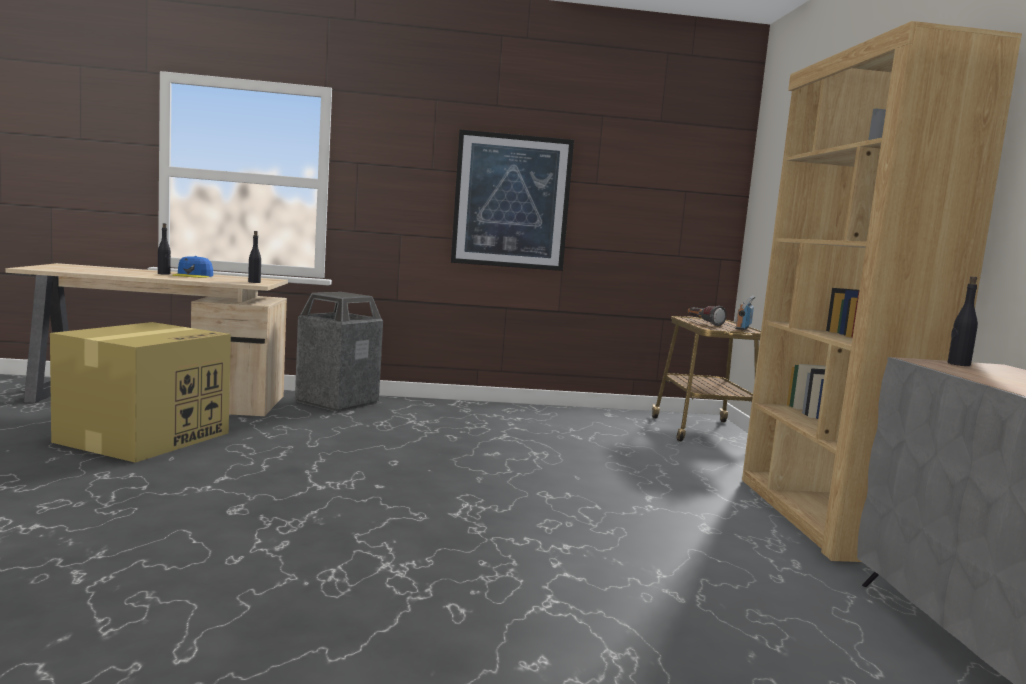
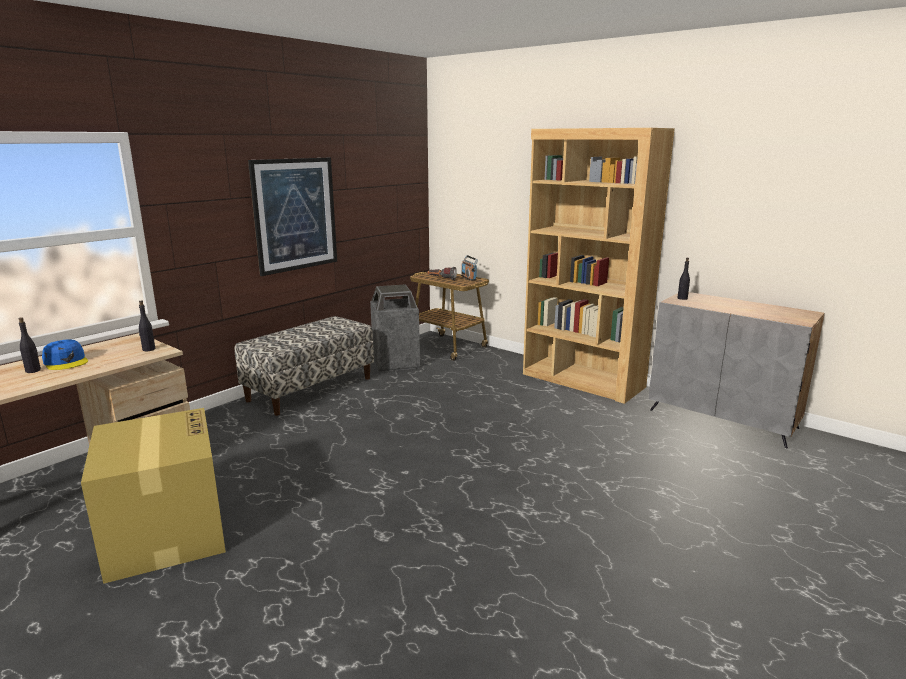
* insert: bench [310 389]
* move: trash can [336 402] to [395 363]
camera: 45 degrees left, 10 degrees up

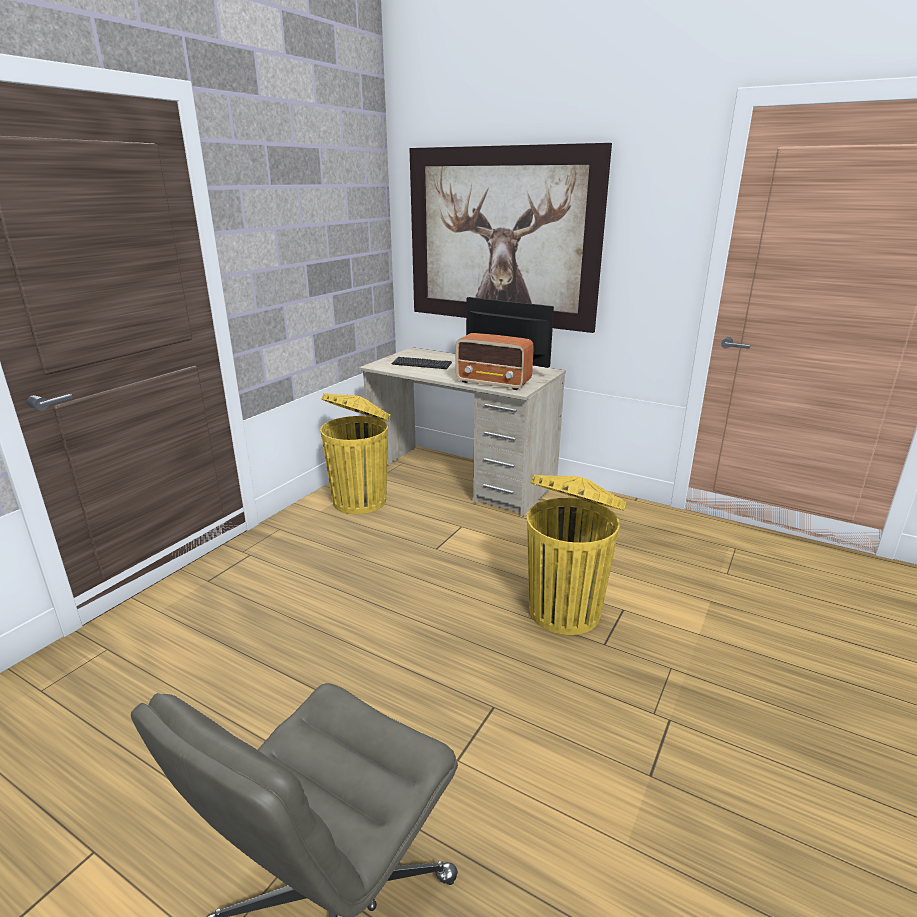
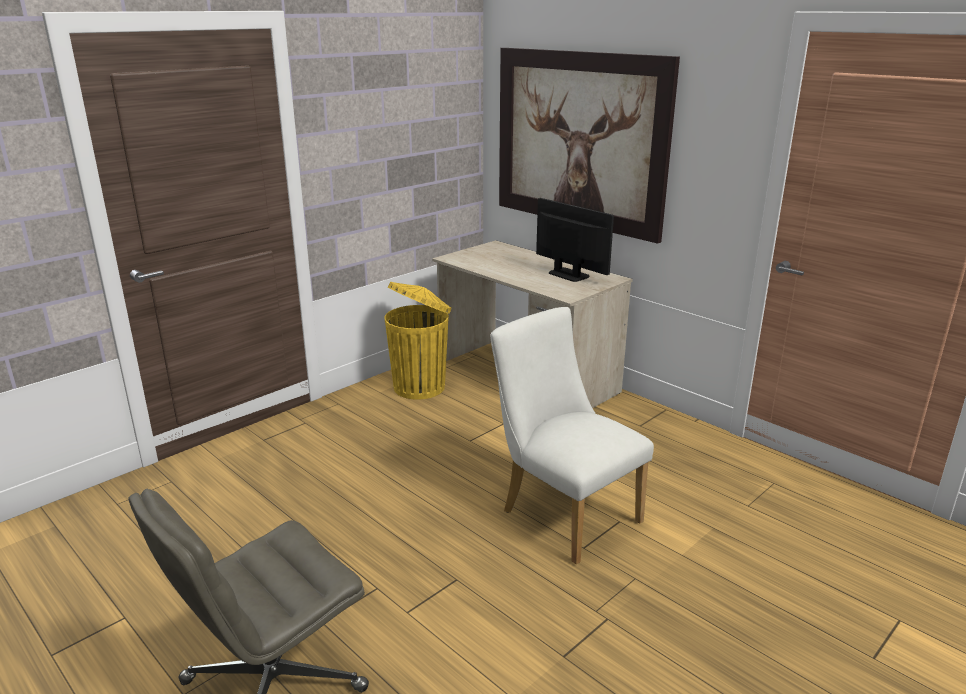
* replace: yellow trash can [565 610] to white chair [563 512]
* delete: keyboard [421 364]
* delete: radio [494 383]
camera: 15 degrees right, 0 degrees up

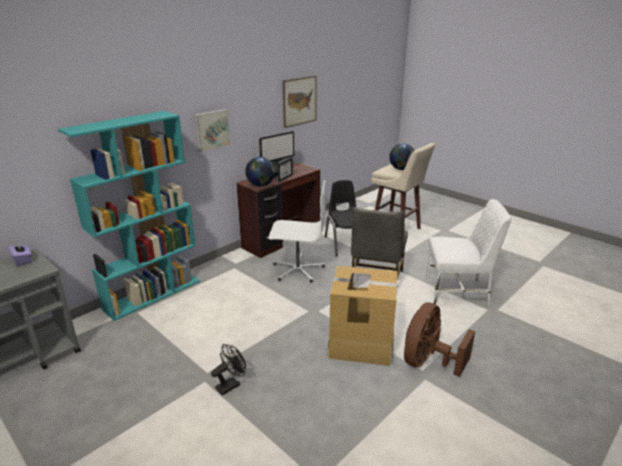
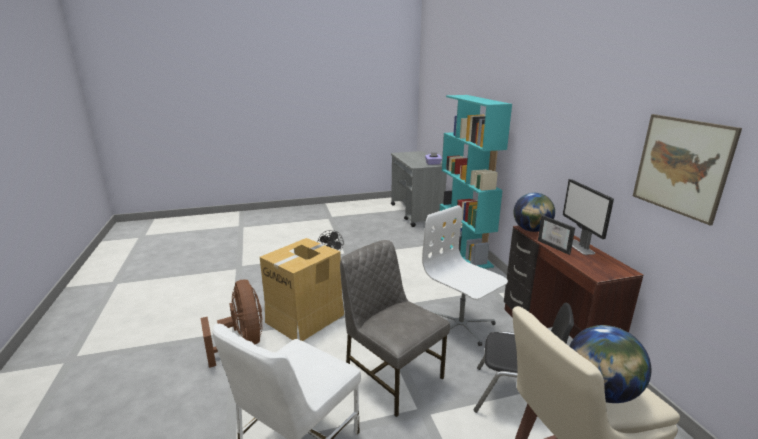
* rotate: white office chair [297 270] = [460 326] 105 degrees clockwise
* delete: picture [211 130]
camera: 120 degrees right, 5 degrees down

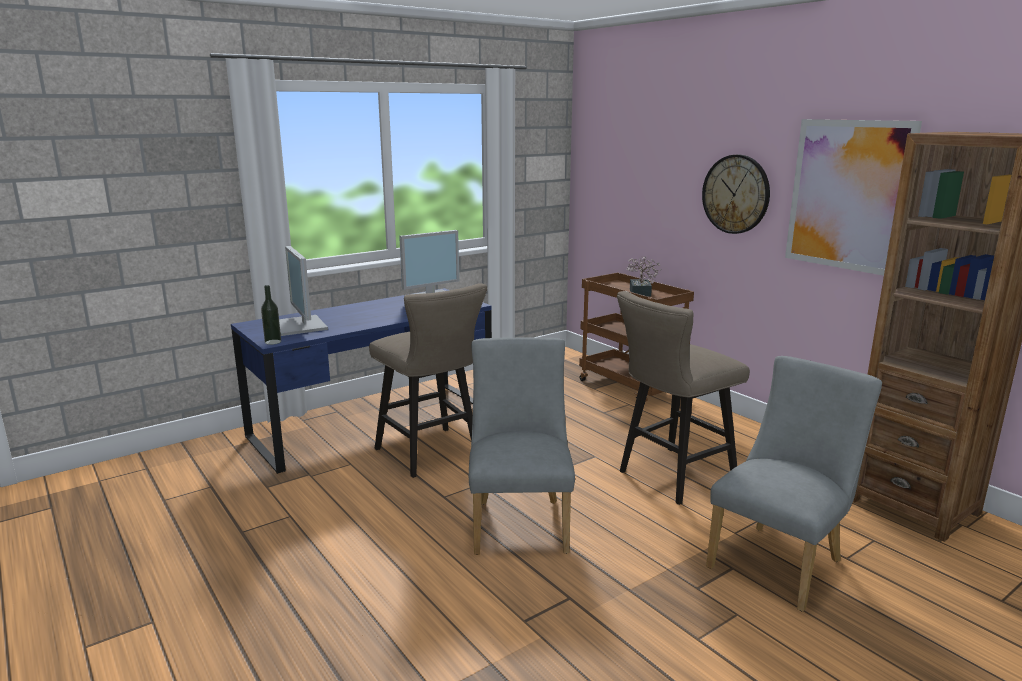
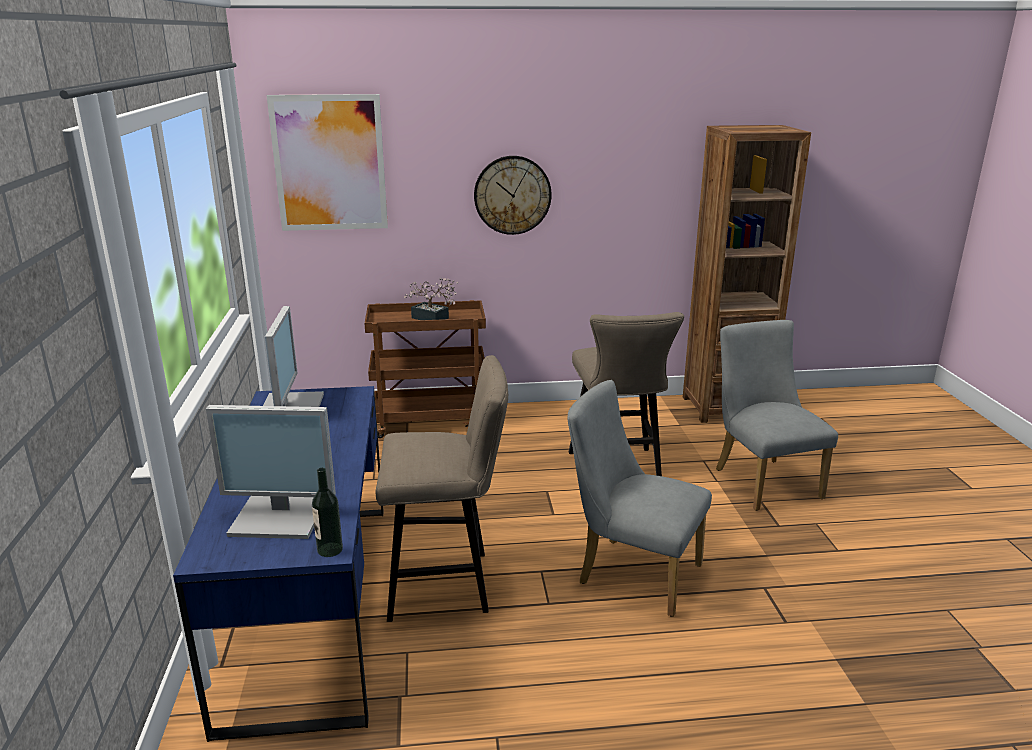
* move: picture [848 195] to [329 163]
camera: 60 degrees left, 5 degrees up

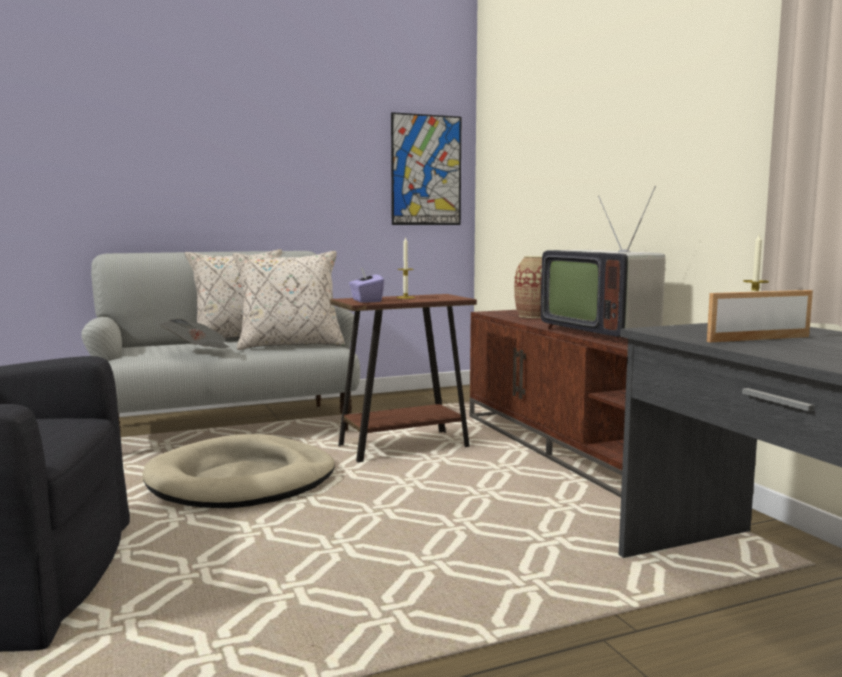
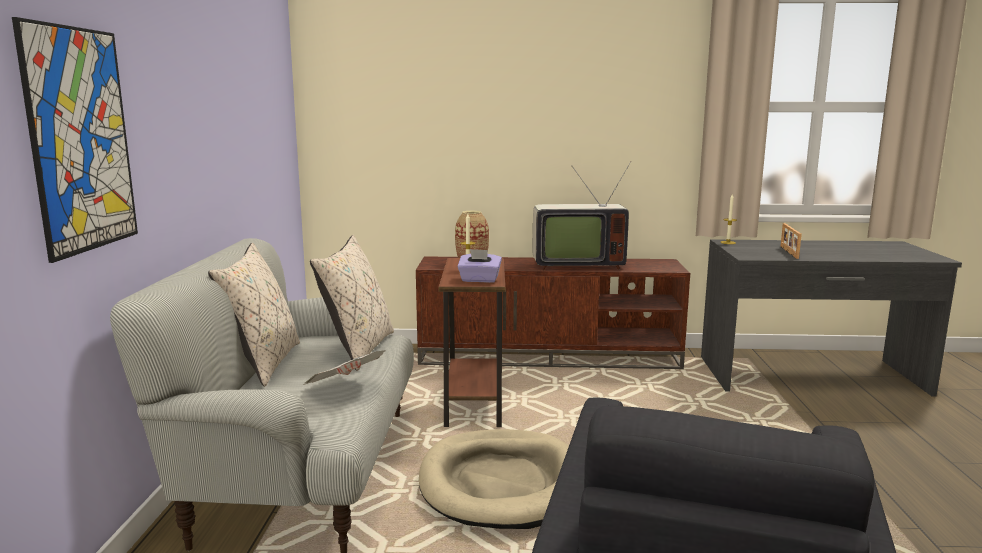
* move: picture [426 170] to [81 140]
camera: 65 degrees left, 5 degrees up

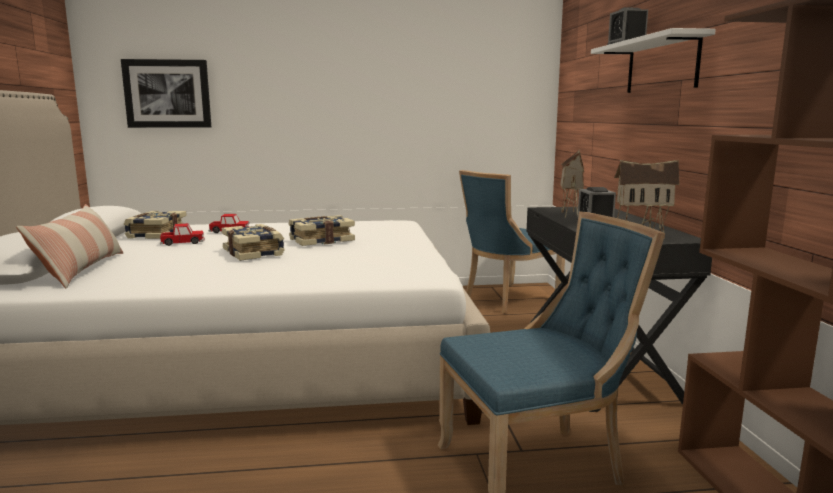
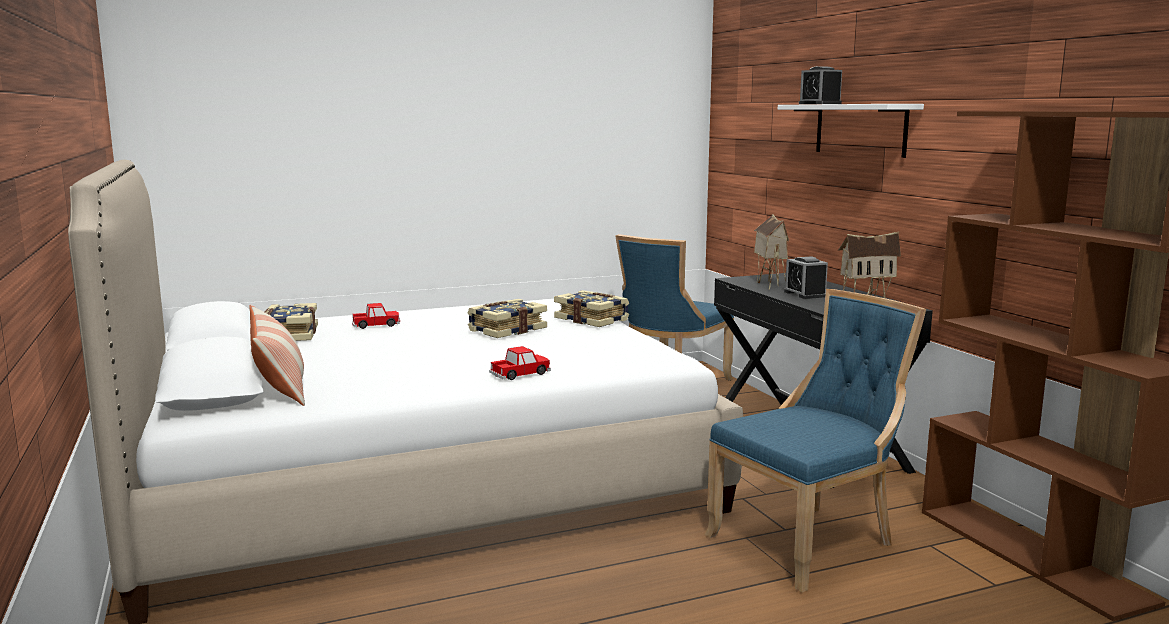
* move: toy car [183 242] to [520 374]
* move: book [254 253] to [592 319]
* delete: picture [167 94]
camera: 15 degrees left, 0 degrees up

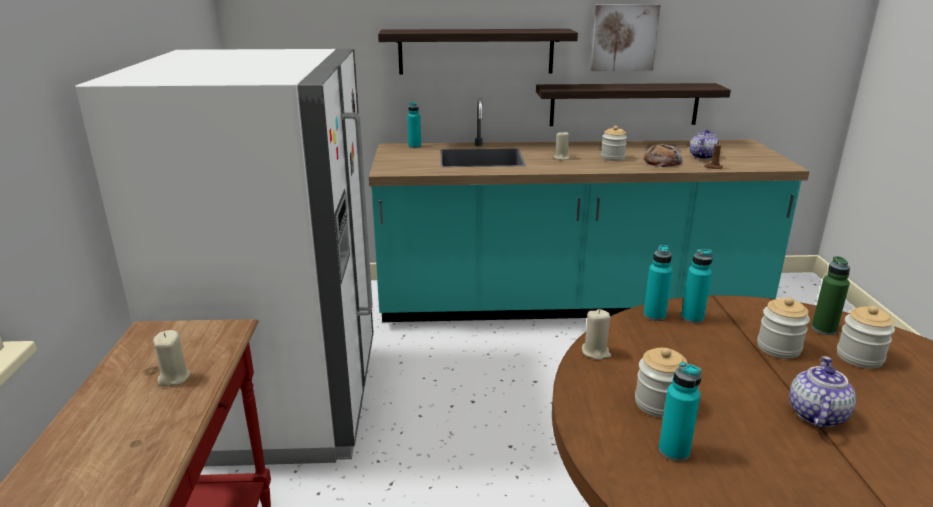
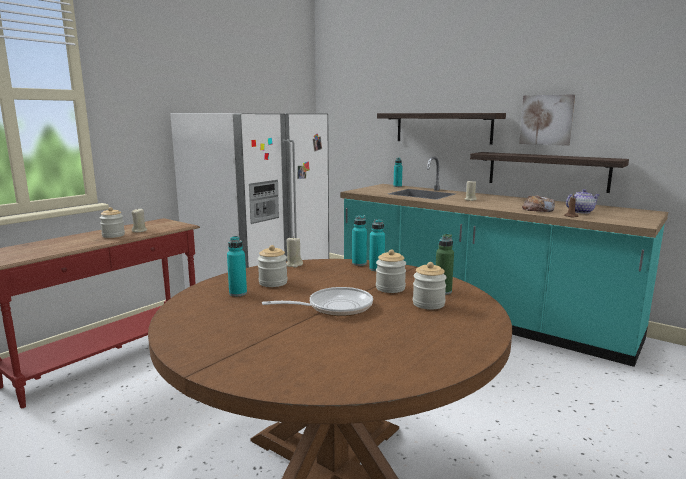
* move: jar [612 158] to [113 235]
* replace: teapot [815 414] to frying pan [334 307]
camera: 40 degrees right, 10 degrees down

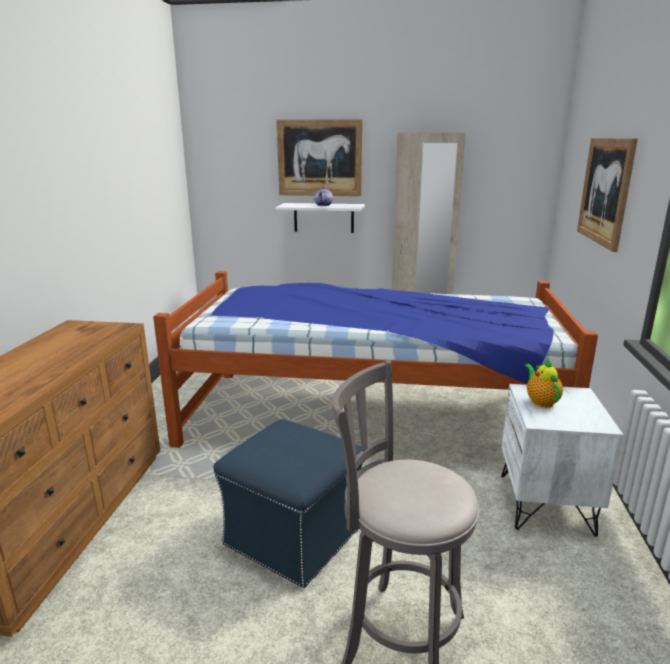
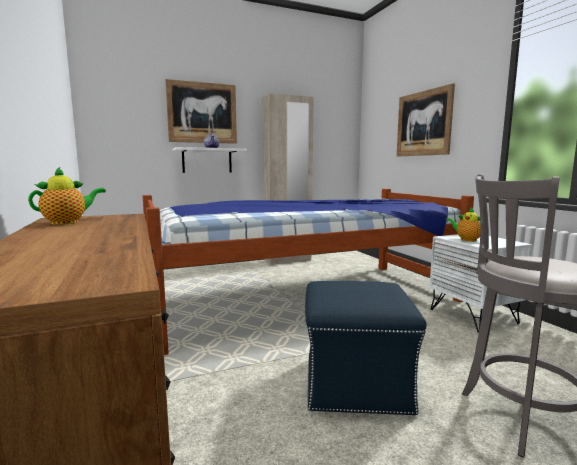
* insert: teapot [68 222]
camera: 30 degrees left, 10 degrees down

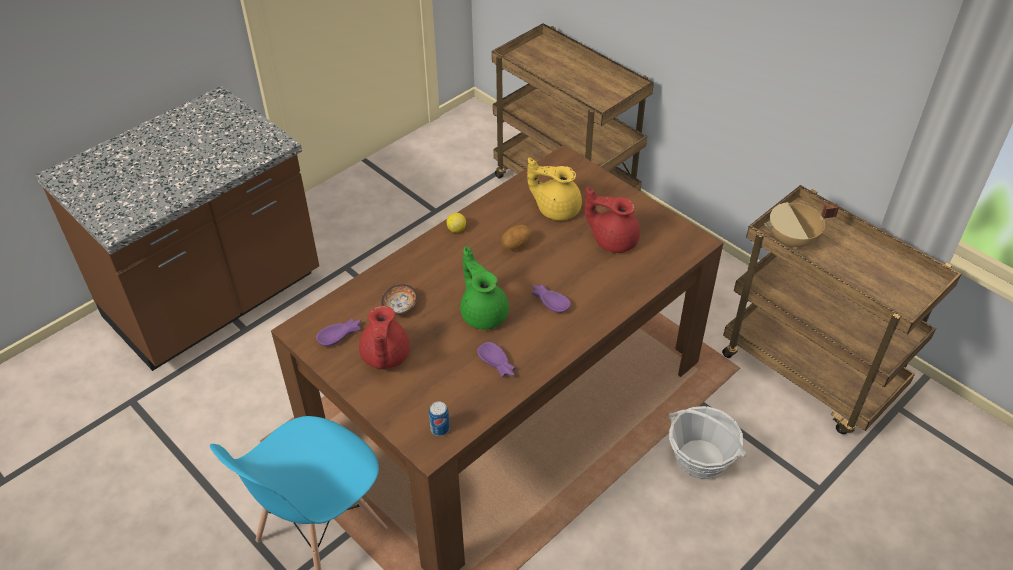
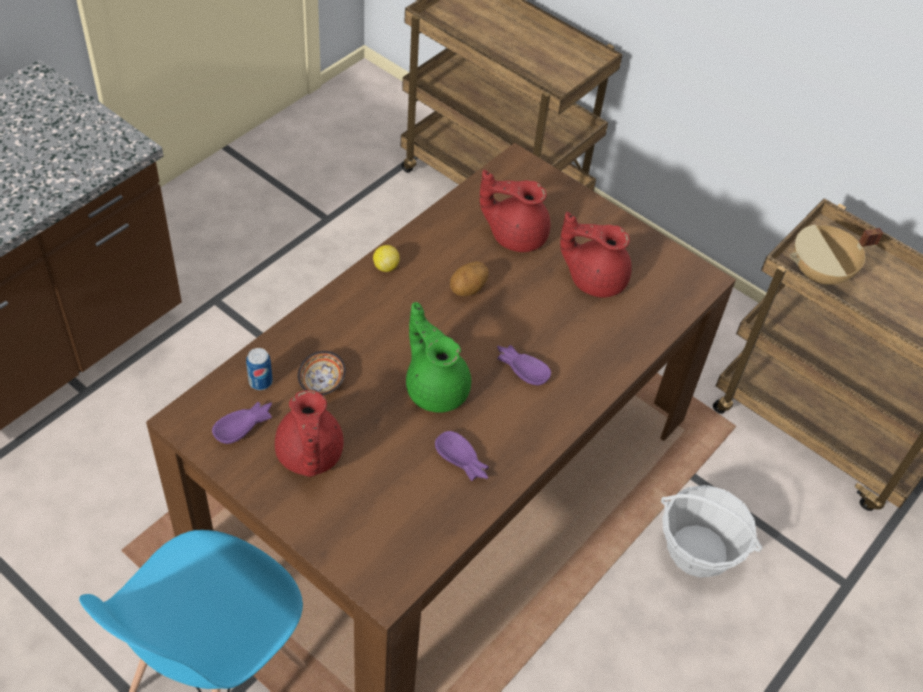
* move: can [440 429] to [260 382]
* recolor: yellow teapot [556 208] to red teapot [515 234]
camera: 10 degrees left, 5 degrees up

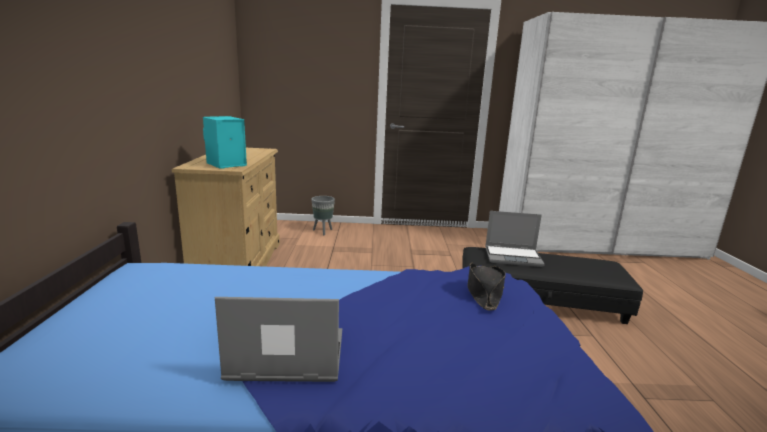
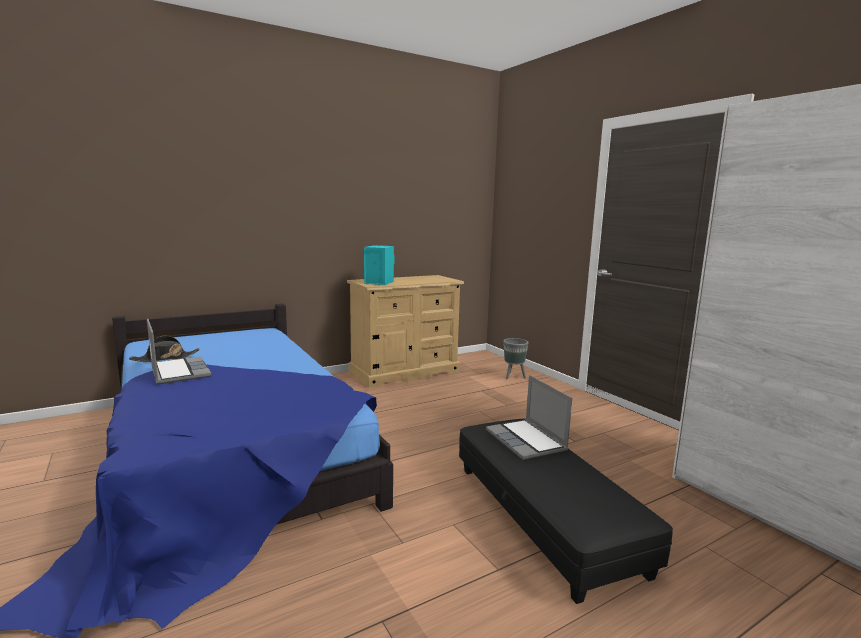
* move: black hat [484 292] to [165 358]
camera: 60 degrees right, 5 degrees down

